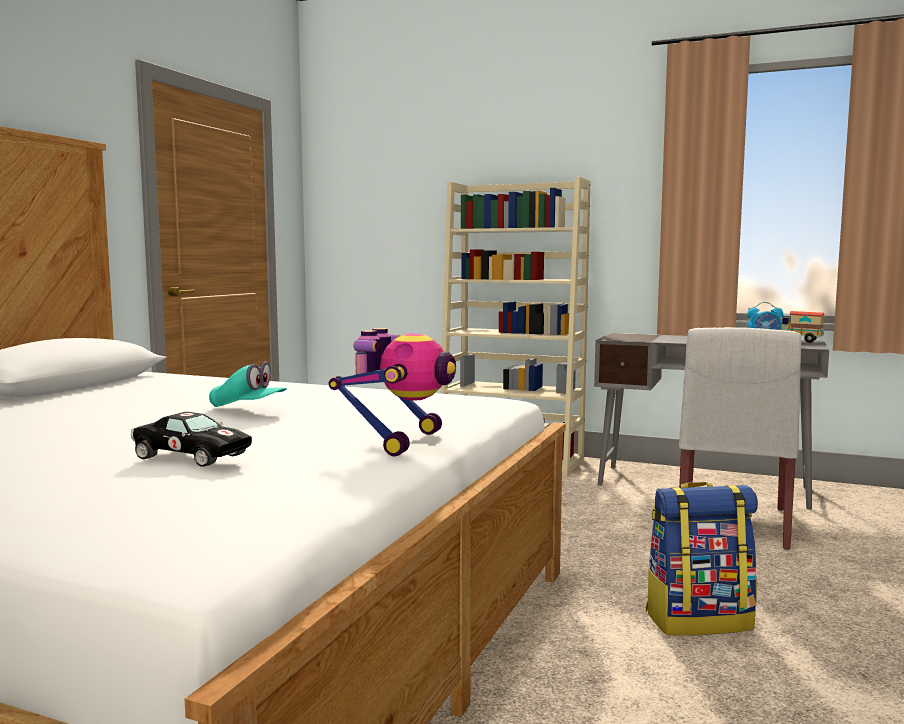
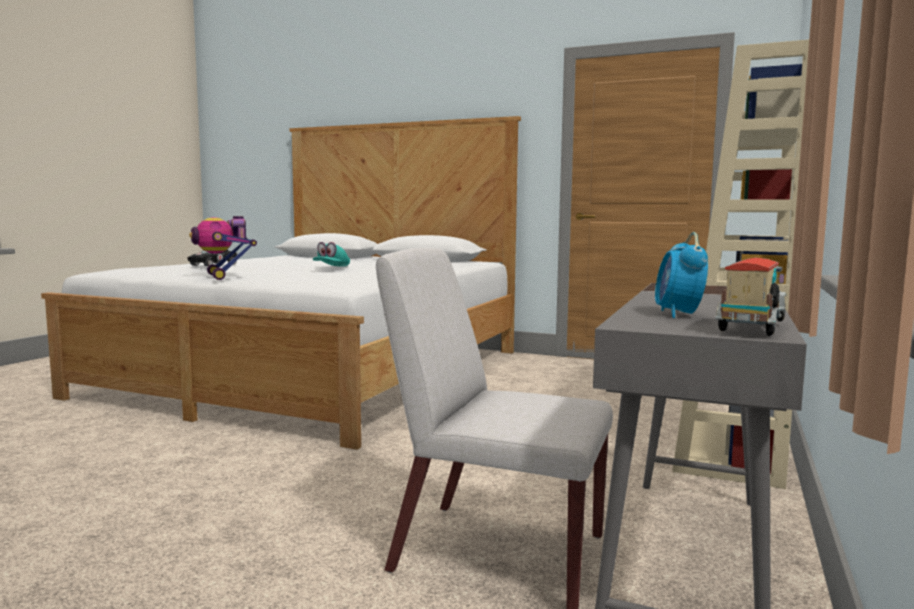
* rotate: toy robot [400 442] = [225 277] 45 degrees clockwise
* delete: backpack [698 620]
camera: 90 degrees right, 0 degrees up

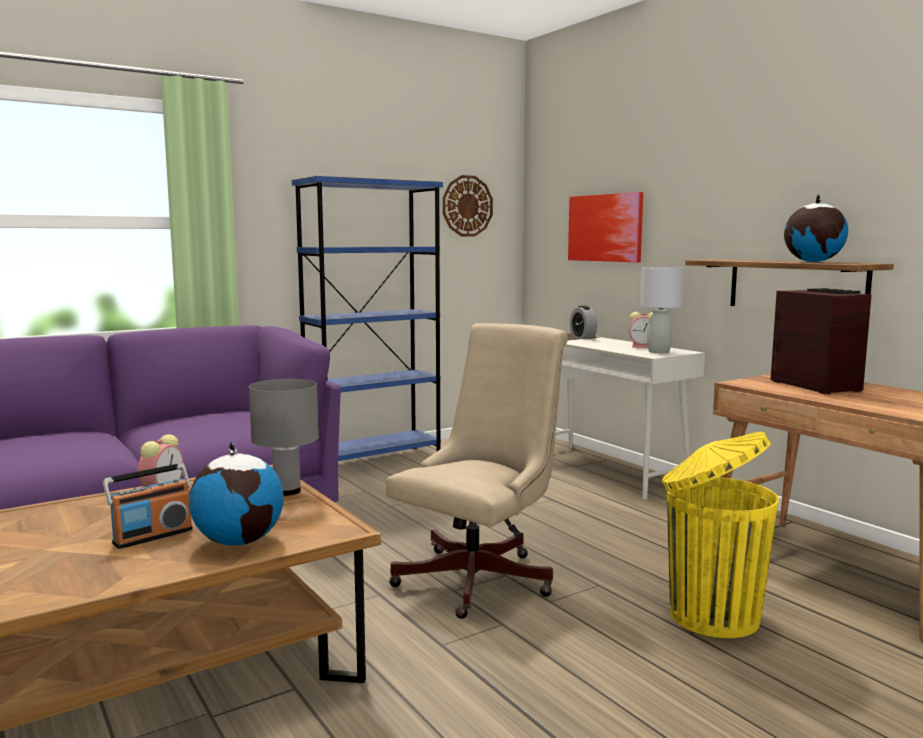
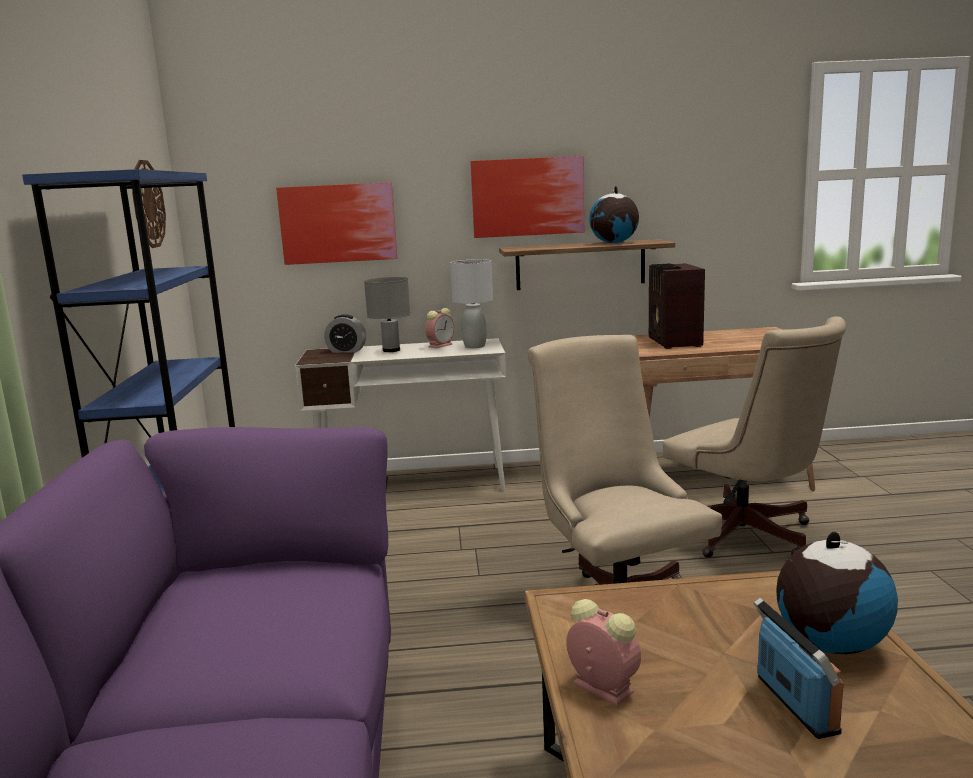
* move: grey table lamp [286 491] to [390 350]
* insert: picture [527 197]
* rotate: radio [815 386] = [674 342] 105 degrees counterclockwise
* replace: yellow trash can [710 615] to beige office chair [748 537]
camera: 60 degrees left, 5 degrees up

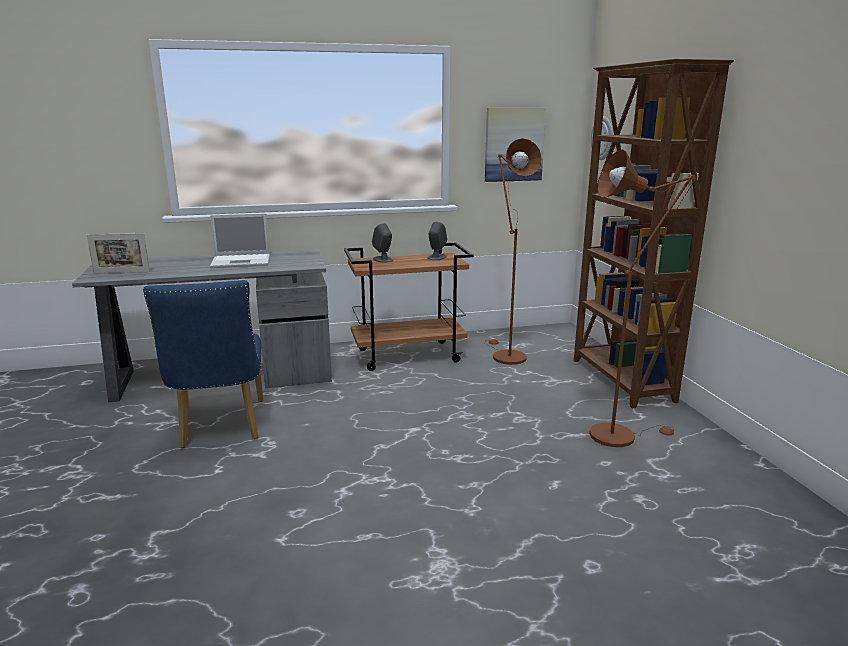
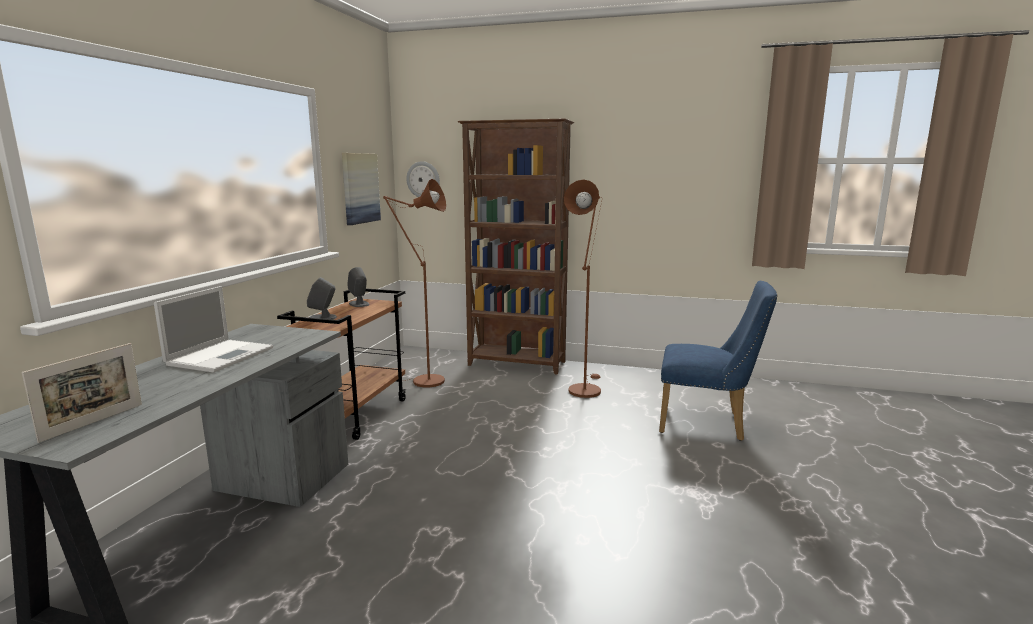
* move: blue chair [220 427] to [708 424]
camera: 60 degrees left, 5 degrees down

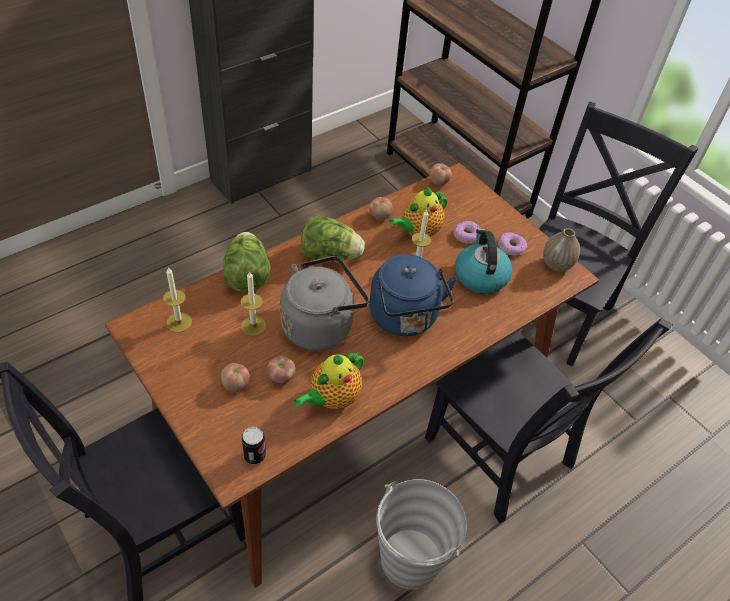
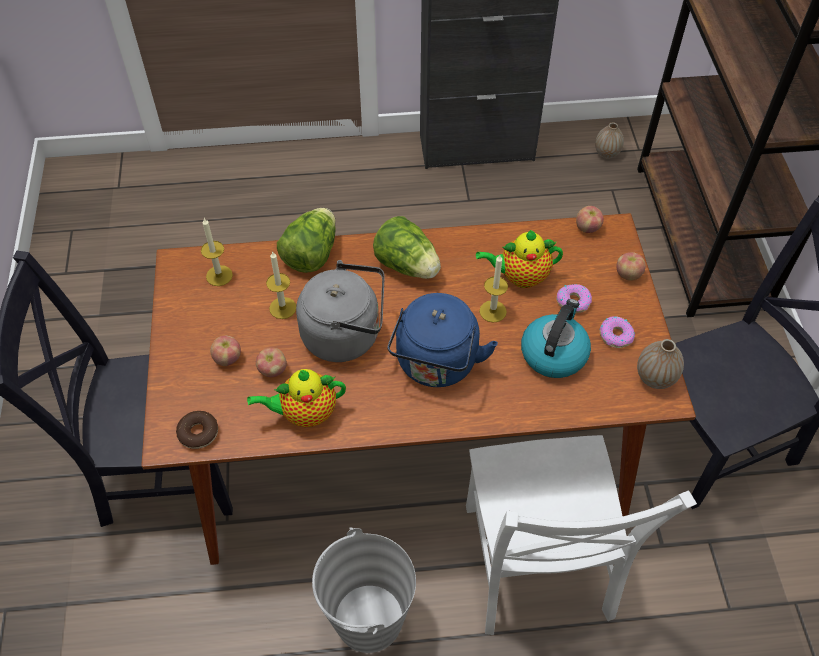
* replace: can [254 455] to donut [198 433]
* recolor: black chair [502 457] to white chair [537 568]
* insert: vase [606 153]
* move: apple [379 216] to [628 274]
camera: 35 degrees right, 5 degrees up

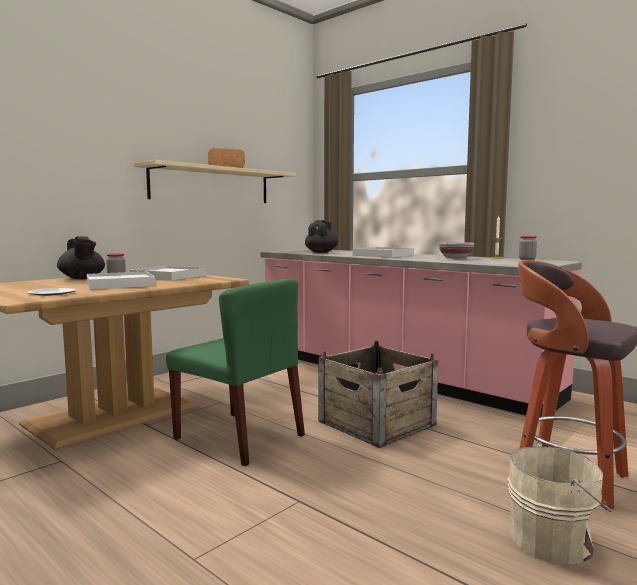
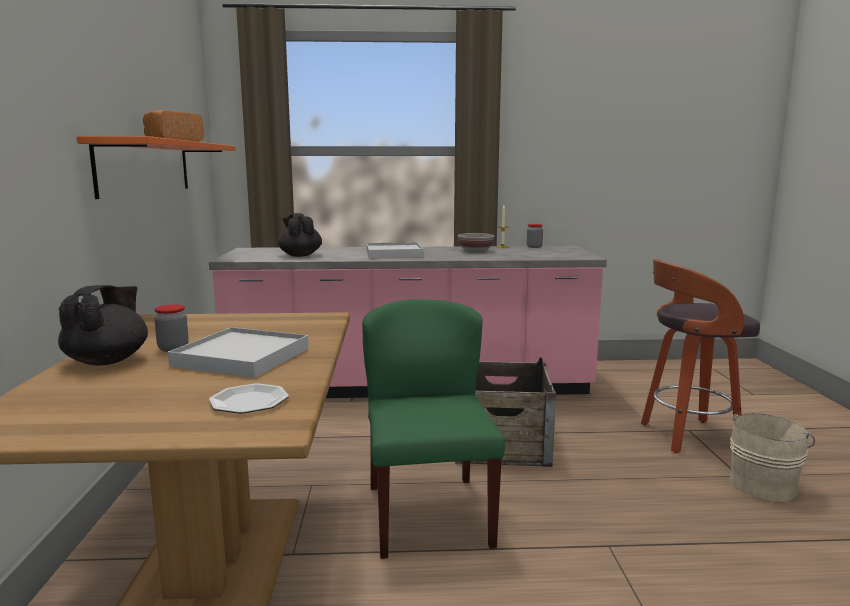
* rotate: black teapot [82 278] = [108 361] 90 degrees counterclockwise
* recolor: beige shelf [211 185] to orange shelf [146 167]
* rotate: green chair [240 437] = [428 514] 90 degrees counterclockwise
* delete: white tray [168 276]
camera: 45 degrees left, 5 degrees up

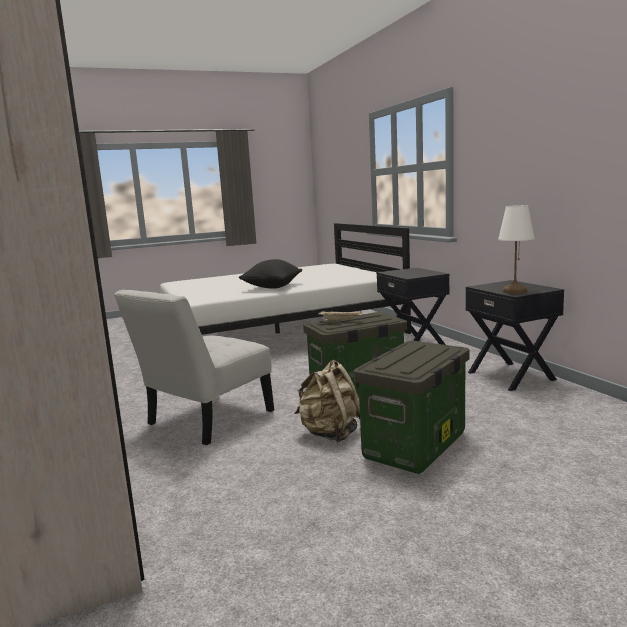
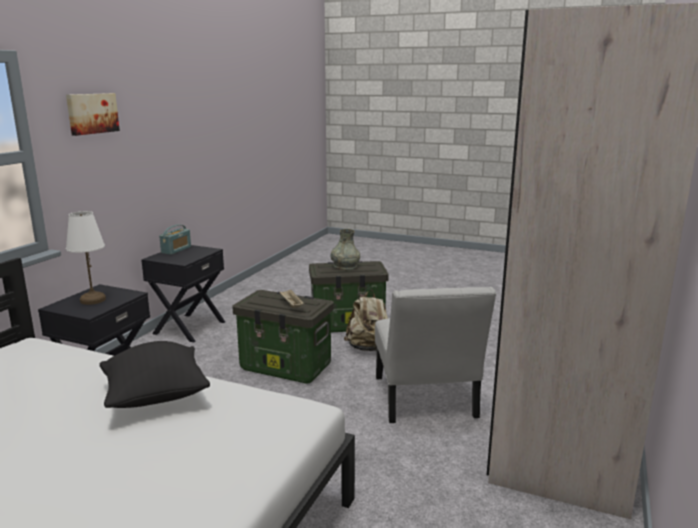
* insert: picture [92 113]
* move: white table lamp [514 291] to [93 300]
* insert: radio [176 250]
* insert: grey vase [345 266]
* rotate: white chair [205 420] = [425 401] 90 degrees clockwise
camera: 135 degrees left, 5 degrees up

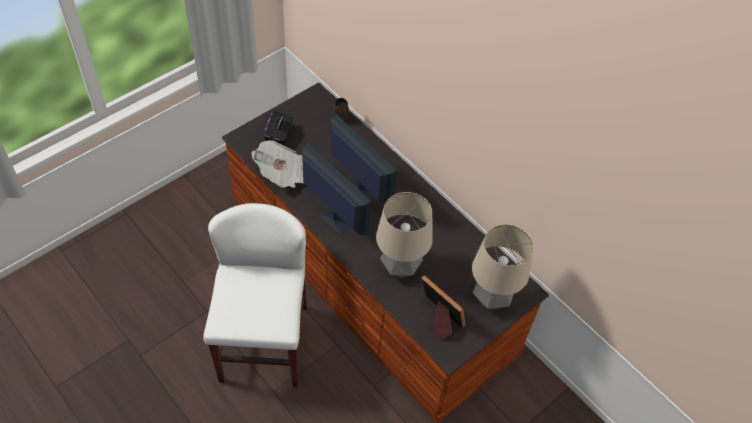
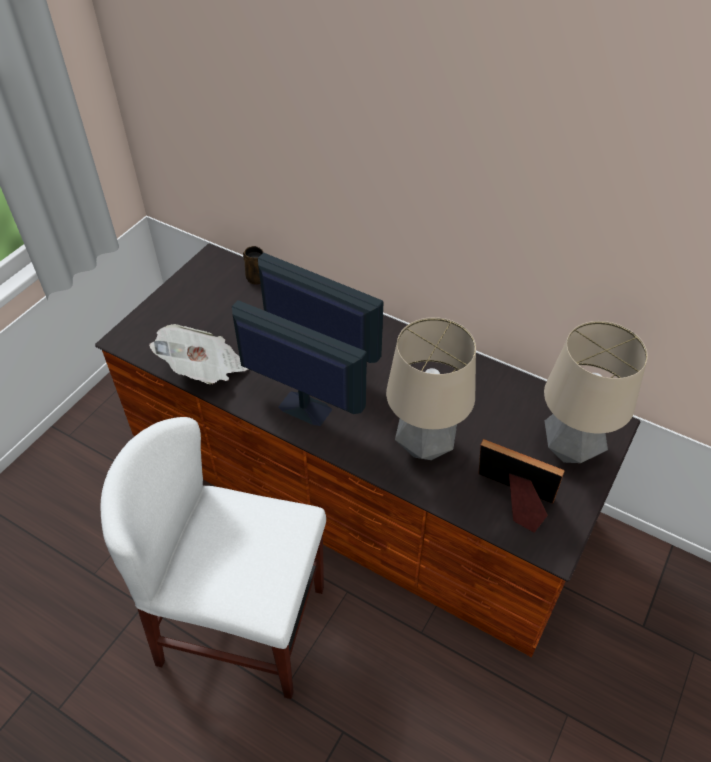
* rotate: white chair [264 343] = [243 625] 60 degrees counterclockwise
* delete: black tissue box [279 136]
camera: 15 degrees left, 5 degrees down

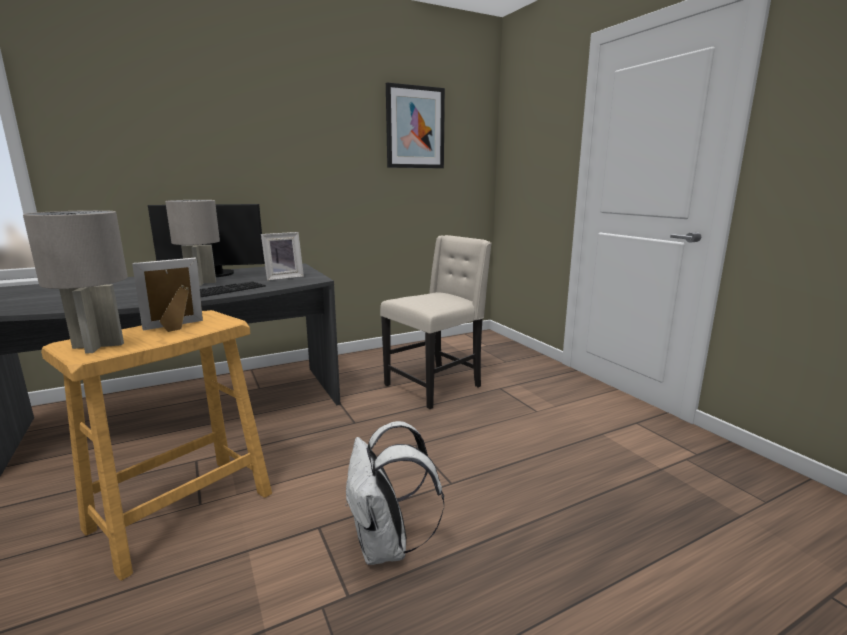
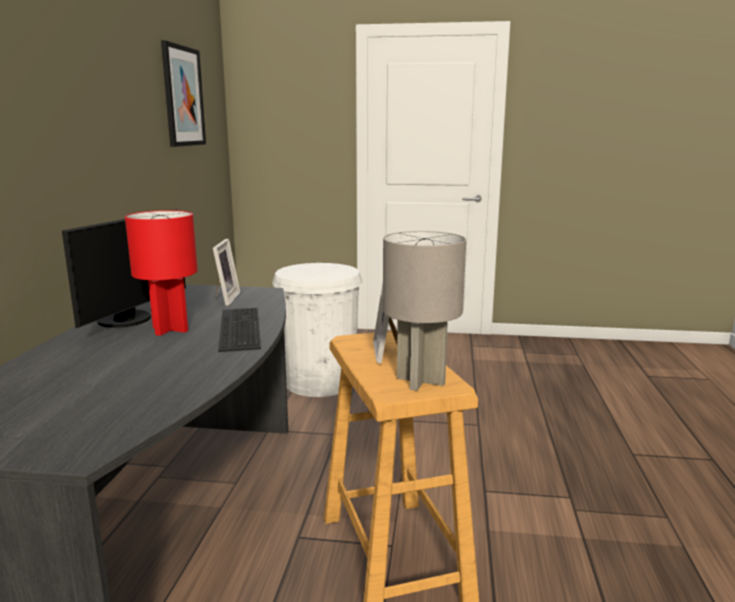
* recolor: grey table lamp [201 283] to red table lamp [170 329]
* replace: beige chair [435 386] to white trash can [320 381]
* delete: white backpack [386 546]
camera: 55 degrees left, 0 degrees up

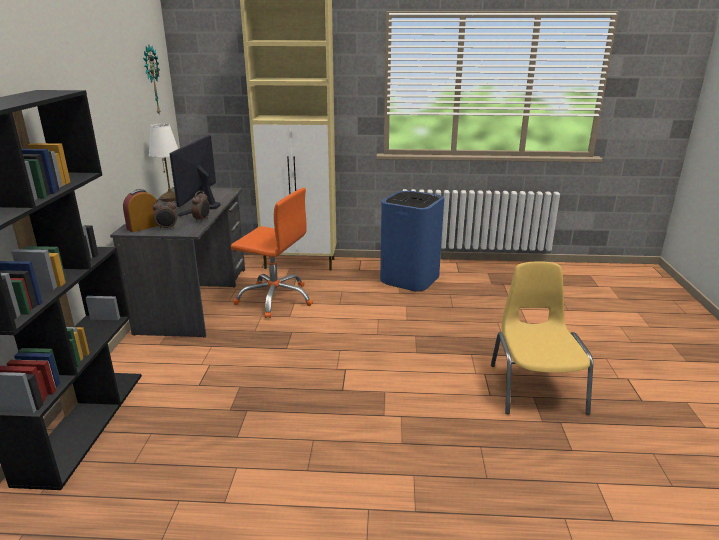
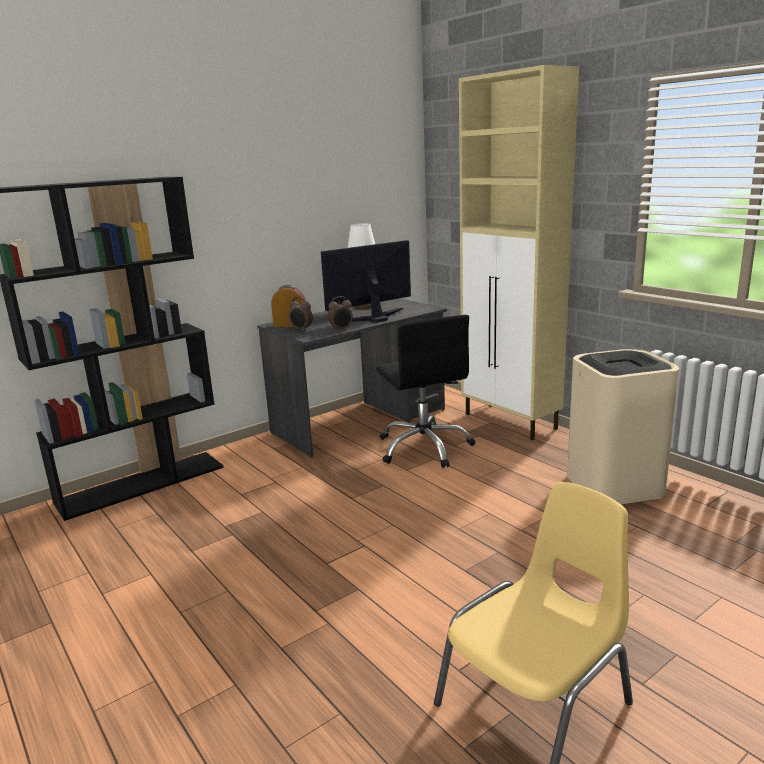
* recolor: orange office chair [275 299] to black office chair [424 447]
* recolor: blue trash can [410 278] to beige trash can [615 485]
* delete: wall clock [151 80]
camera: 50 degrees right, 5 degrees down

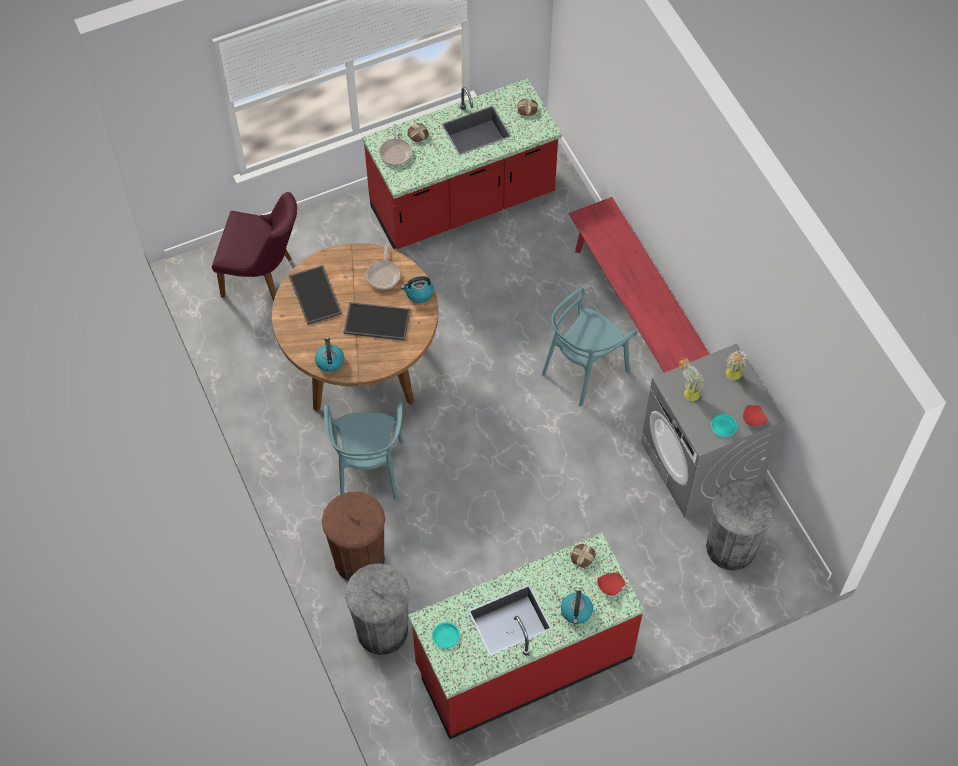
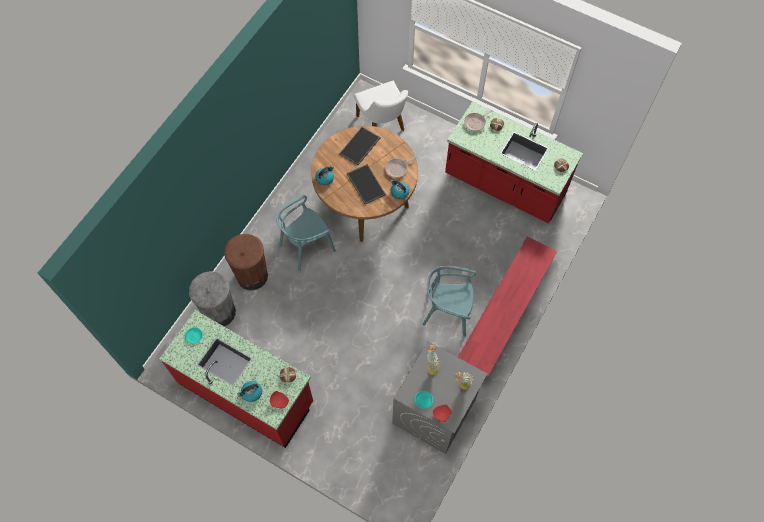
* recolor: purple chair [264 277] to white chair [383 126]
* delete: grey trash can [731 547]
camera: 55 degrees right, 5 degrees up

